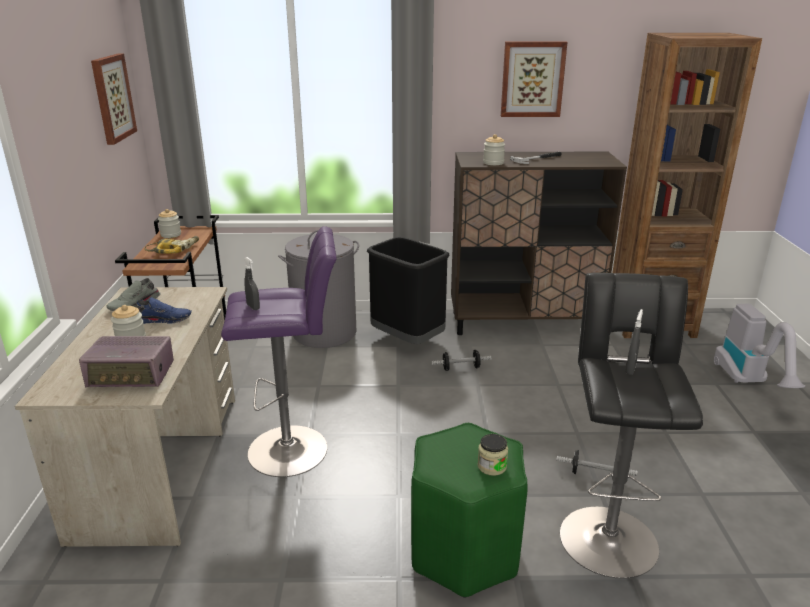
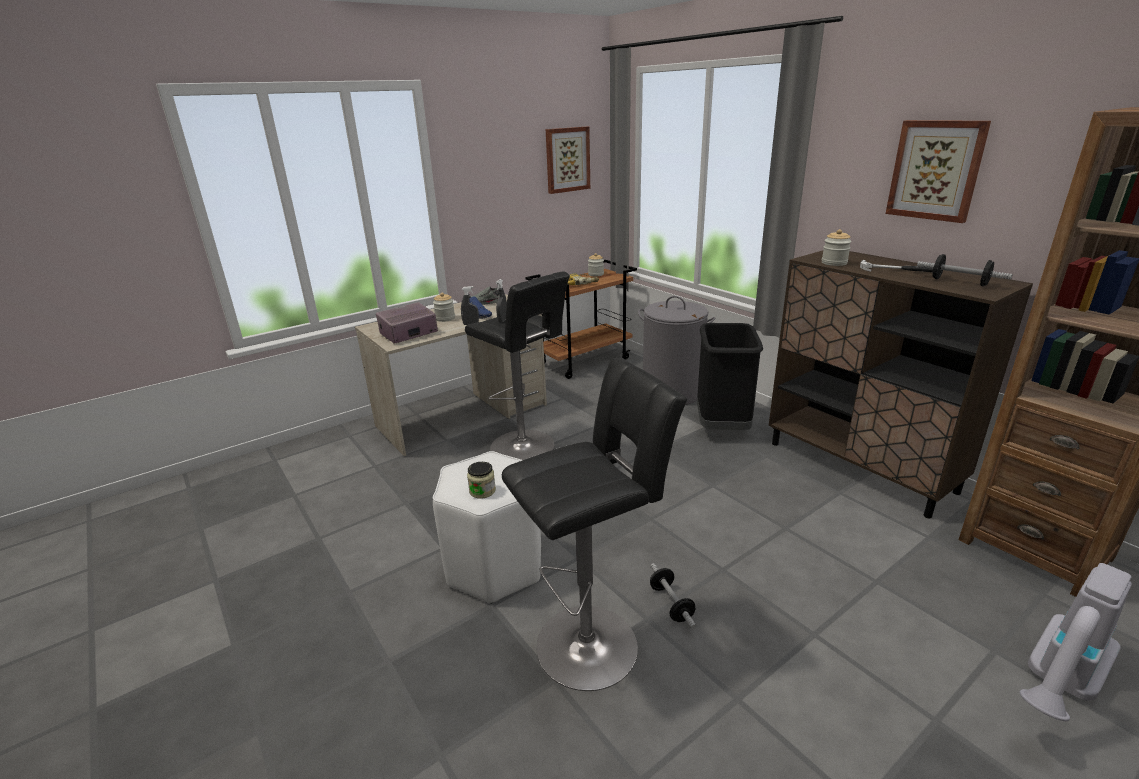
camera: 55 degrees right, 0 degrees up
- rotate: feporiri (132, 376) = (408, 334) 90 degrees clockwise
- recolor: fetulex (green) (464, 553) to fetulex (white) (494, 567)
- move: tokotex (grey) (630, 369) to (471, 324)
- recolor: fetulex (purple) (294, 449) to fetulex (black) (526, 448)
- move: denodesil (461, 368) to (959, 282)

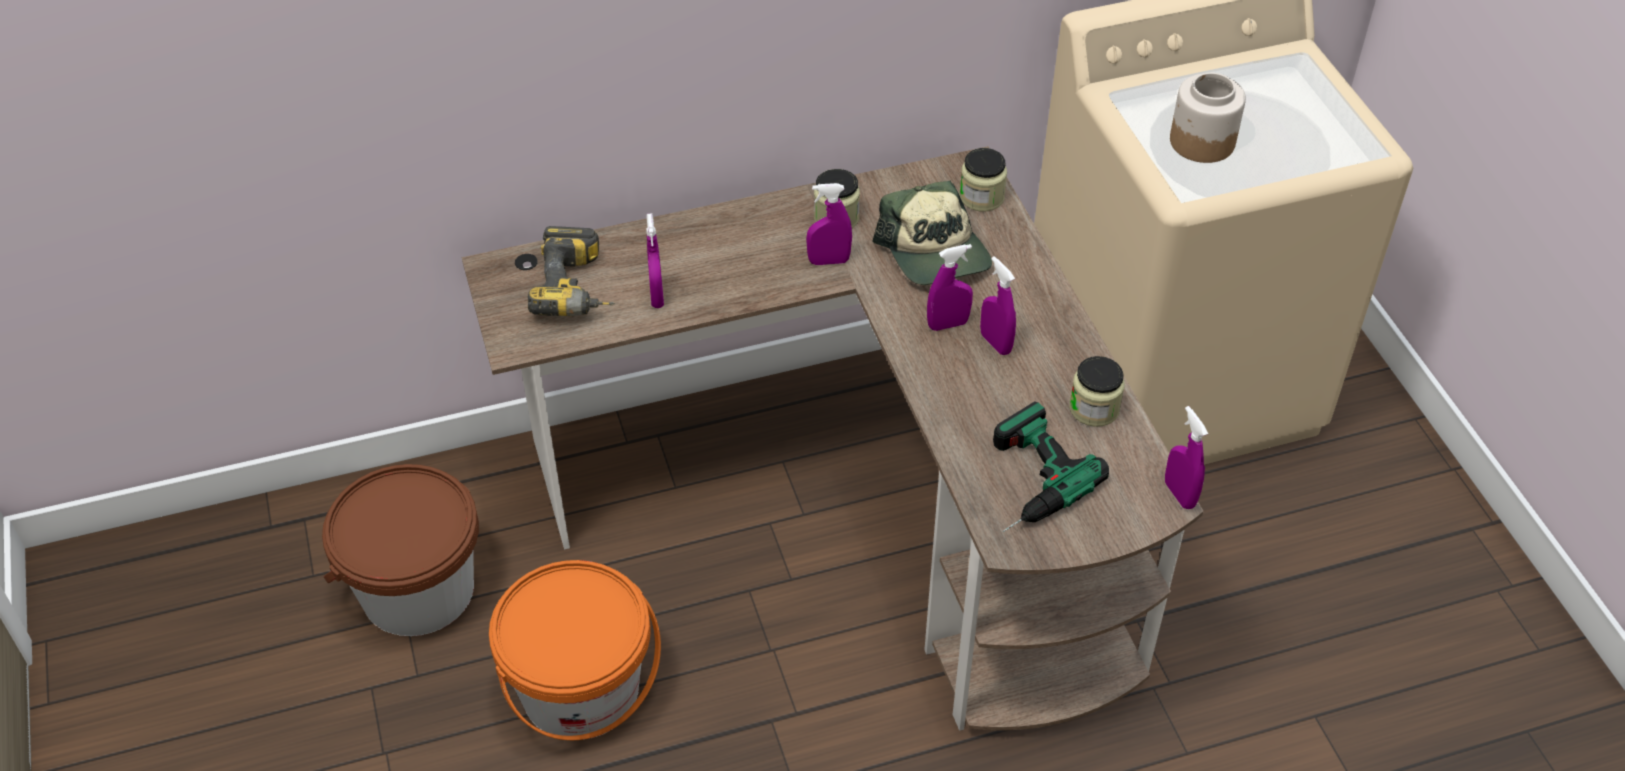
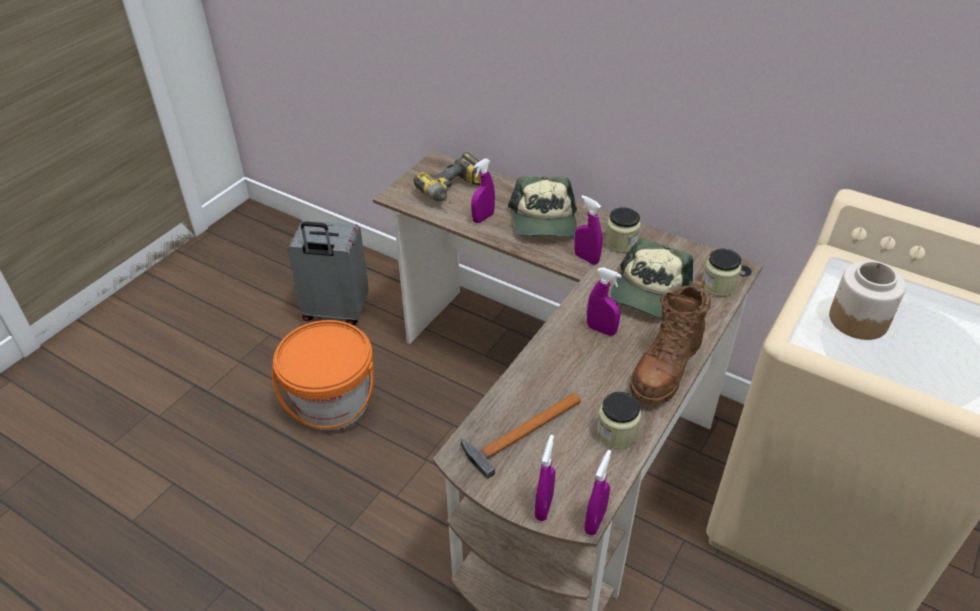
camera: 50 degrees right, 5 degrees down
- replace: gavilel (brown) (417, 590) to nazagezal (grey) (335, 312)
- replace: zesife (1024, 480) to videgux (519, 434)
- insert: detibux (544, 221)
- move: tokotex (purple) (995, 343) to (544, 507)
- insert: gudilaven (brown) (666, 367)

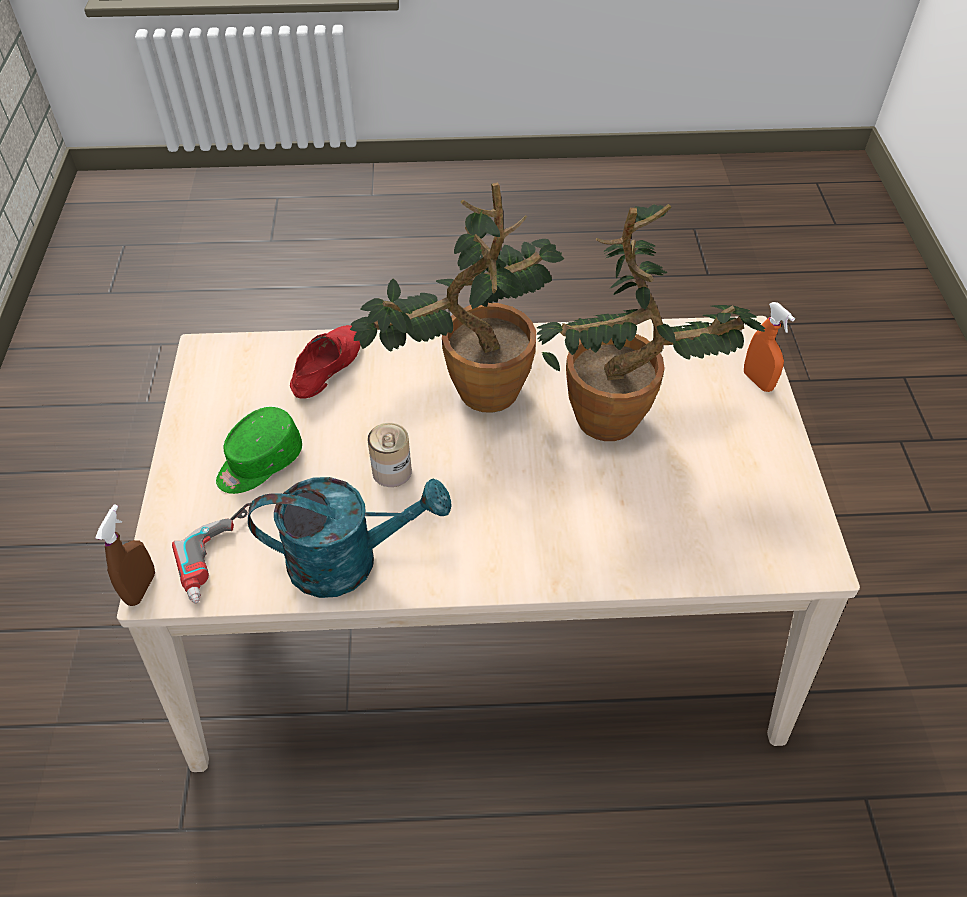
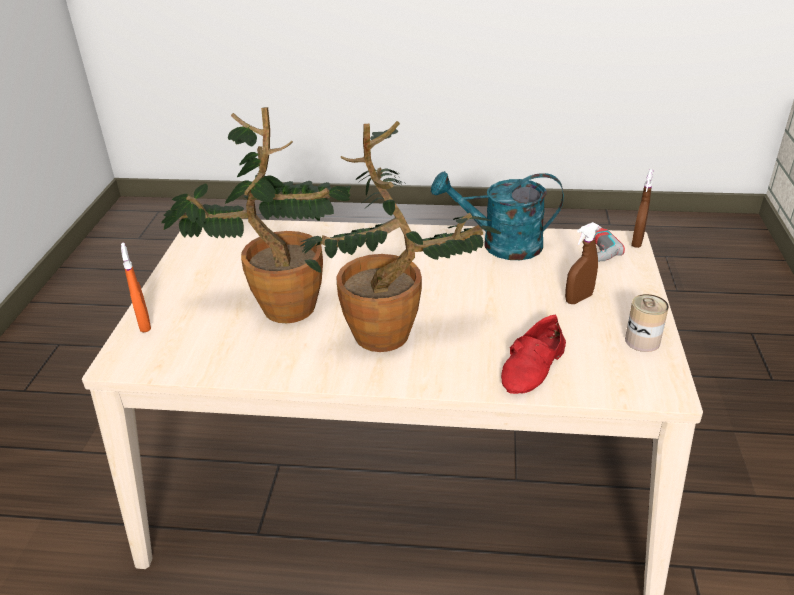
camera: 170 degrees left, 15 degrees down
- replace: detibux (green) (259, 462) to tokotex (brown) (578, 299)
- move: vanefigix (392, 471) to (642, 341)

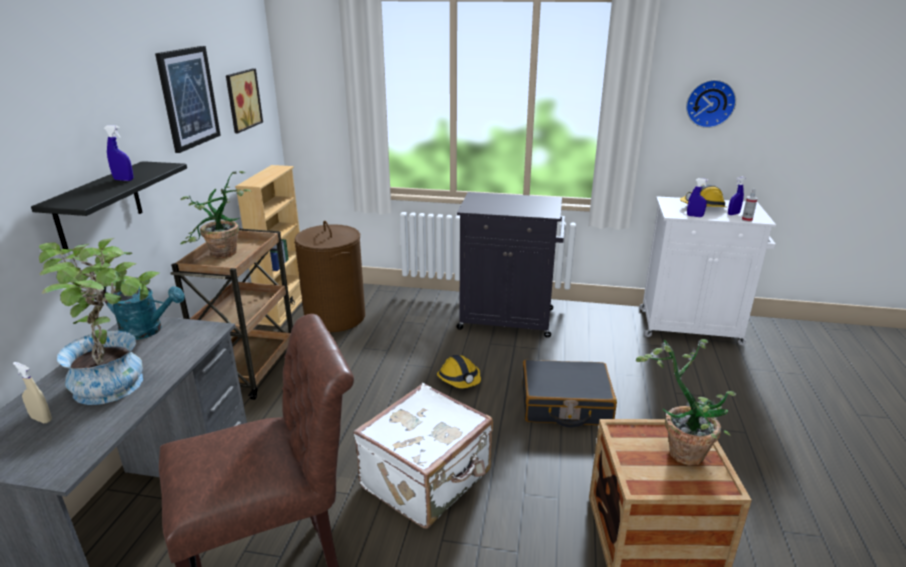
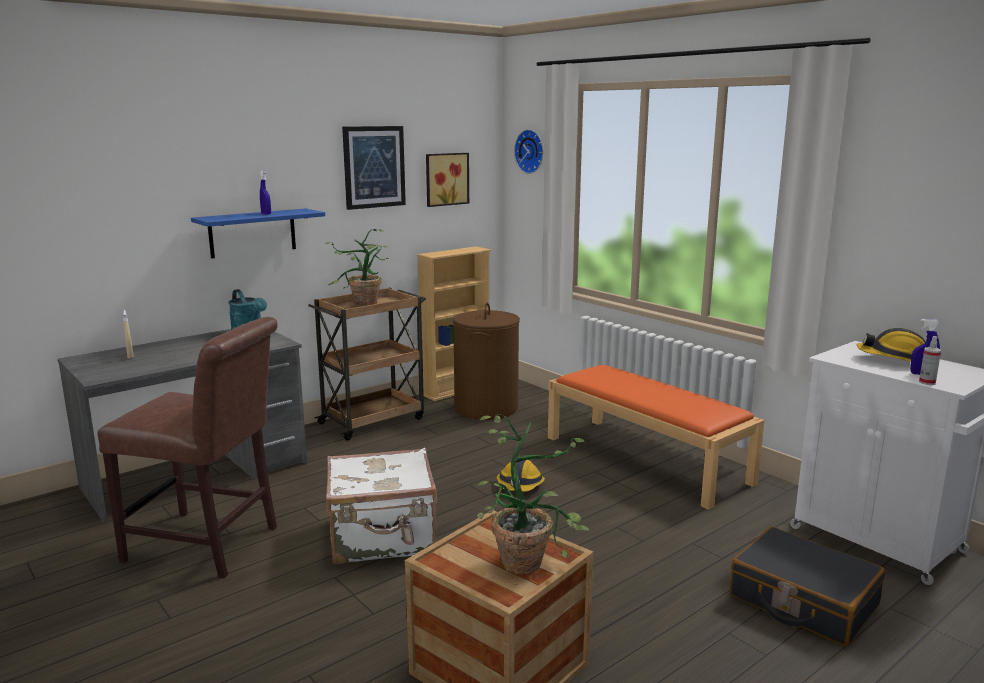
camera: 40 degrees right, 10 degrees down
- recolor: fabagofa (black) (99, 206) to fabagofa (blue) (252, 233)
- move: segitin (710, 103) to (531, 151)
- replace: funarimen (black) (508, 319) to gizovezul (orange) (647, 459)
- move: nazagezal (black) (565, 404) to (802, 601)
- delete: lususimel (120, 382)
- delete: tokotex (blue) (694, 216)

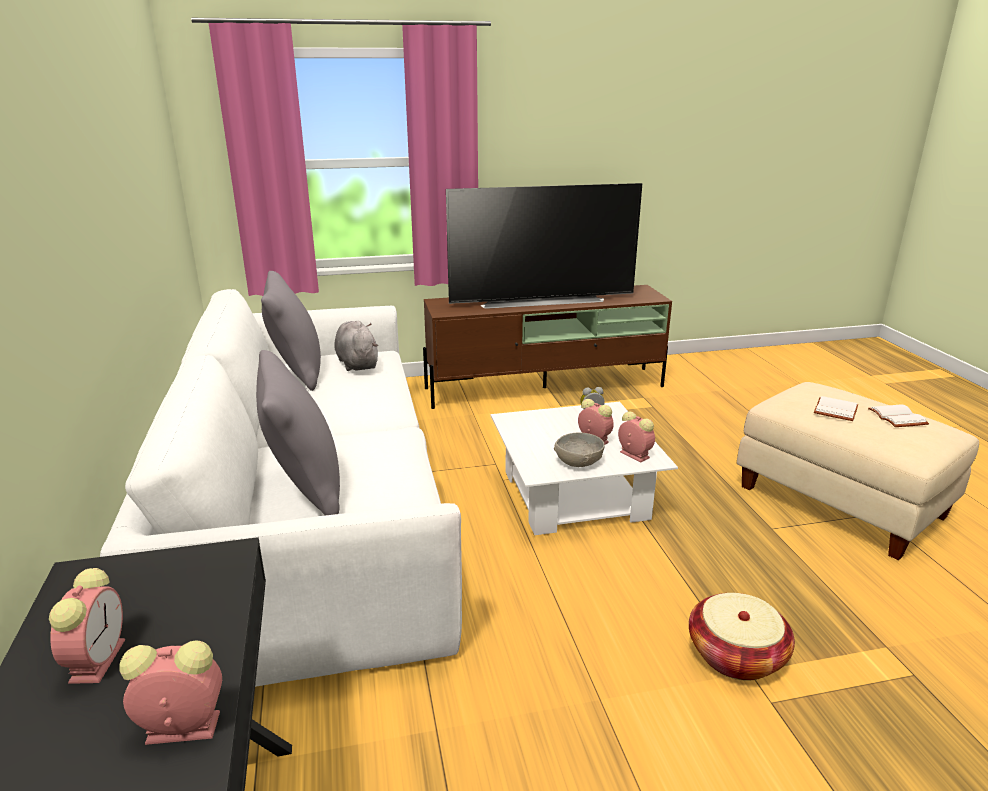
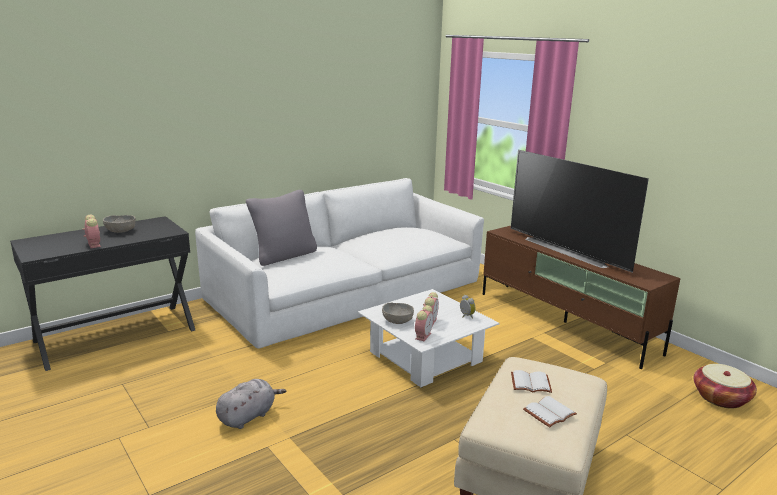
camera: 65 degrees right, 5 degrees down
- replace: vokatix (98, 658) to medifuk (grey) (121, 231)
- move: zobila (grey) (357, 363) to (248, 416)
- move: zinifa (735, 655) to (720, 398)
- delete: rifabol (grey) (297, 373)

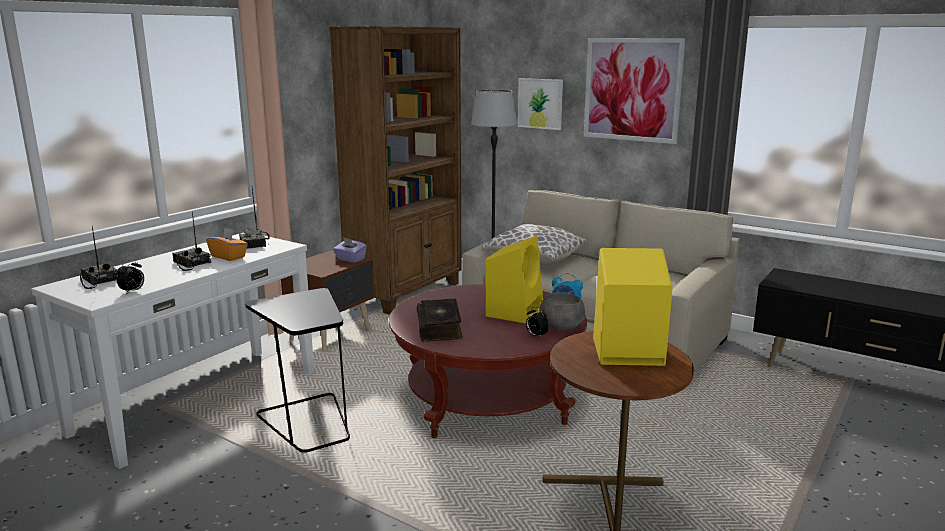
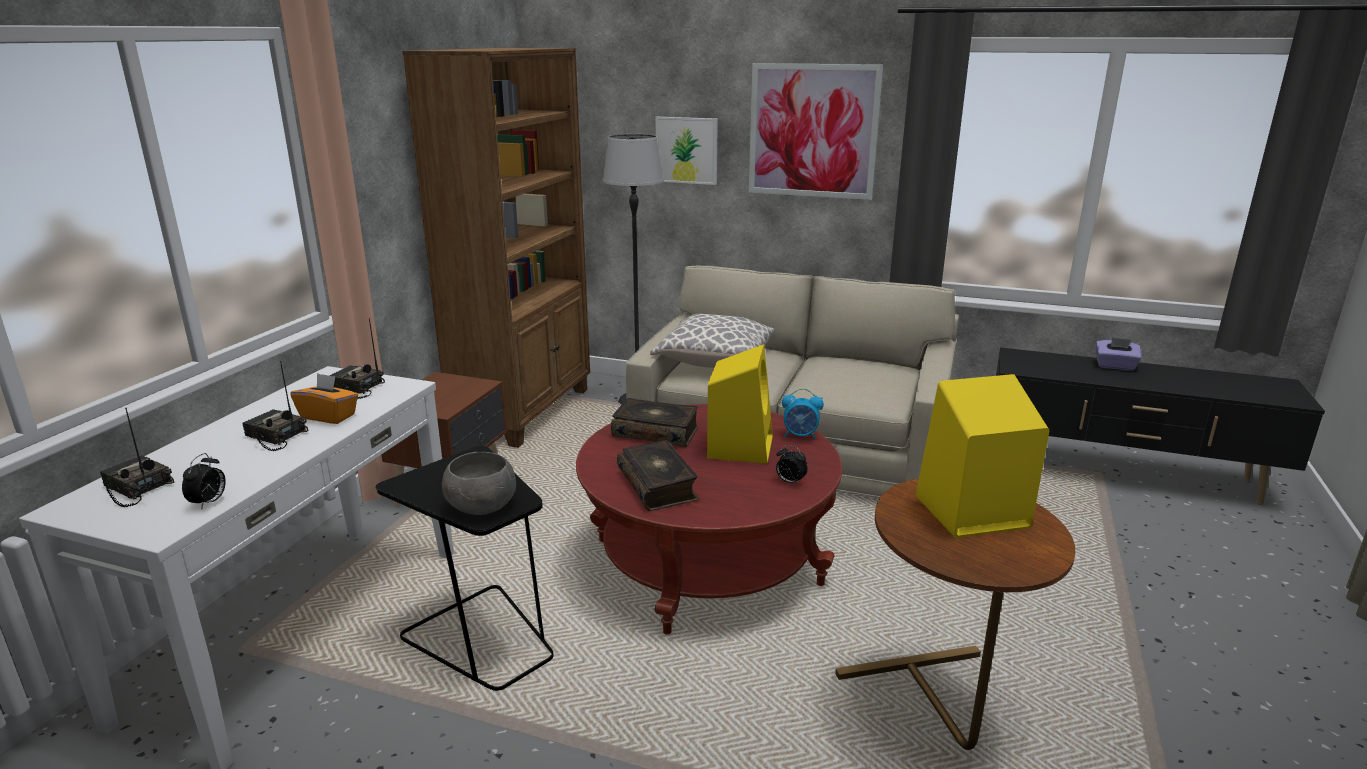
camera: 15 degrees left, 5 degrees up
- rotate: feporiri (255, 244) = (356, 388) 150 degrees clockwise
- move: medifuk (grey) (562, 326) to (482, 505)
- insert: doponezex (656, 432)
- move: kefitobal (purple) (350, 259) to (1115, 366)

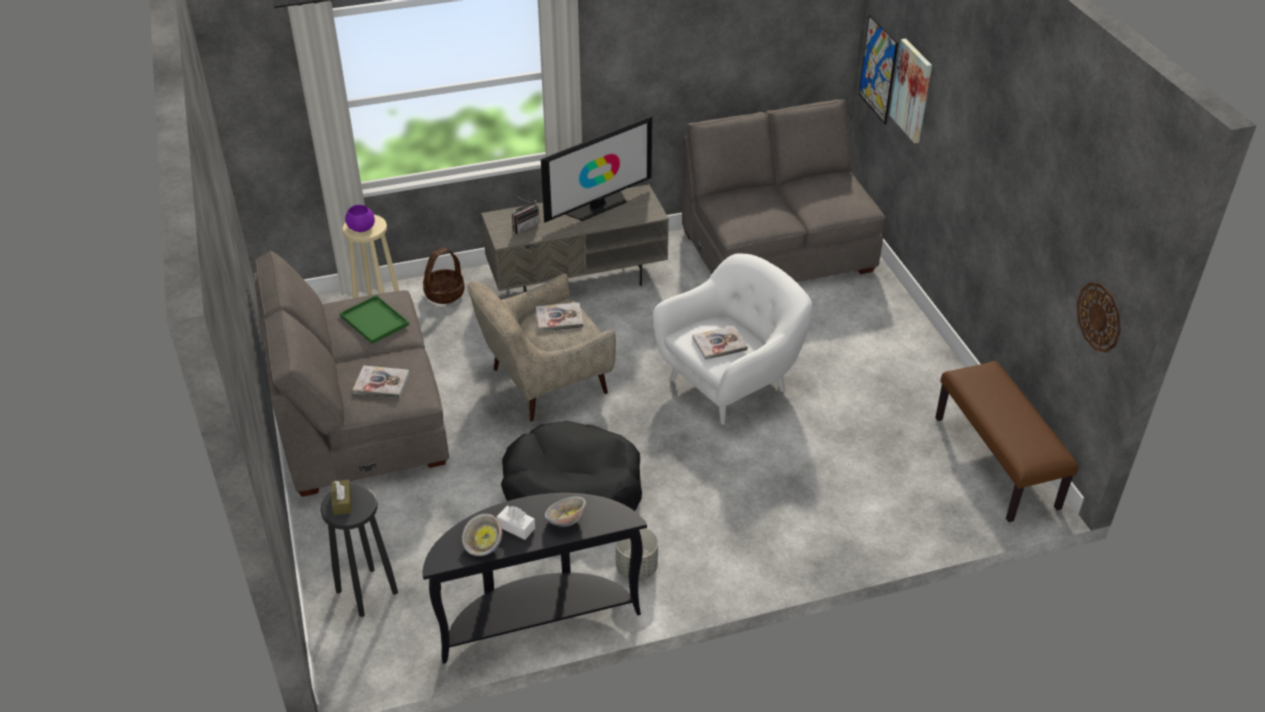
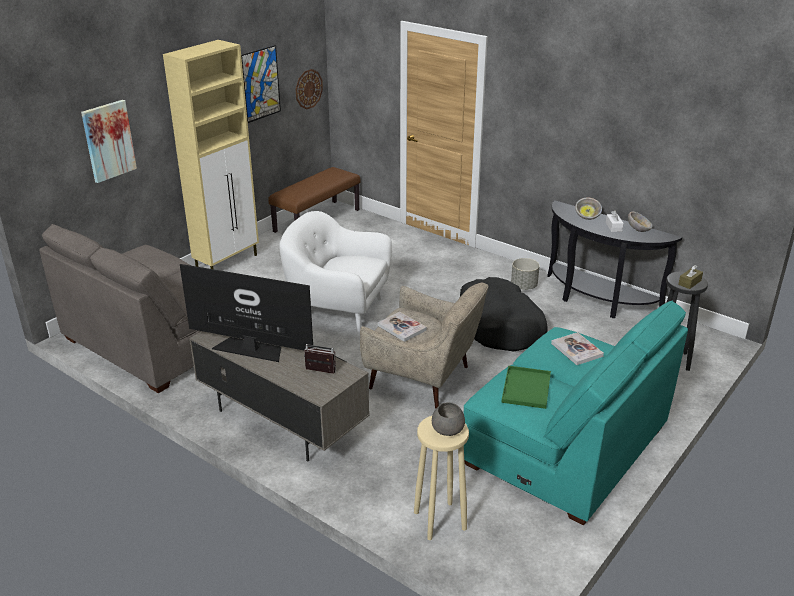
camera: 125 degrees left, 10 degrees down
- insert: funarimen (beige) (228, 262)
- move: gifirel (878, 69) to (260, 84)
- recolor: medifuk (purple) (362, 227) to medifuk (grey) (447, 429)
- recolor: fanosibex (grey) (361, 418) to fanosibex (turquoise) (565, 446)
- delete: zinifa (444, 293)
- delete: doponezex (719, 344)

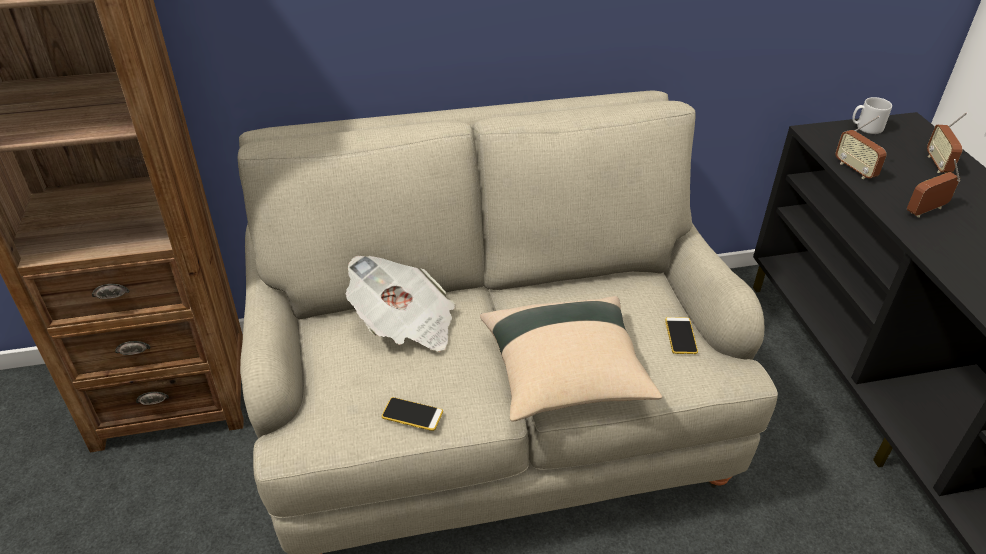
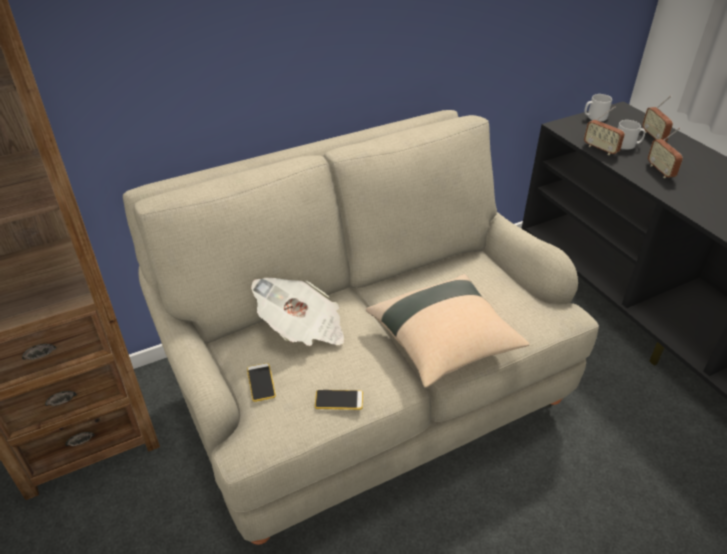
camera: 15 degrees left, 0 degrees up
- move: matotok (681, 336) to (261, 382)
- insert: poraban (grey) (627, 145)
- rotate: feporiri (926, 210) = (660, 171) 60 degrees counterclockwise

